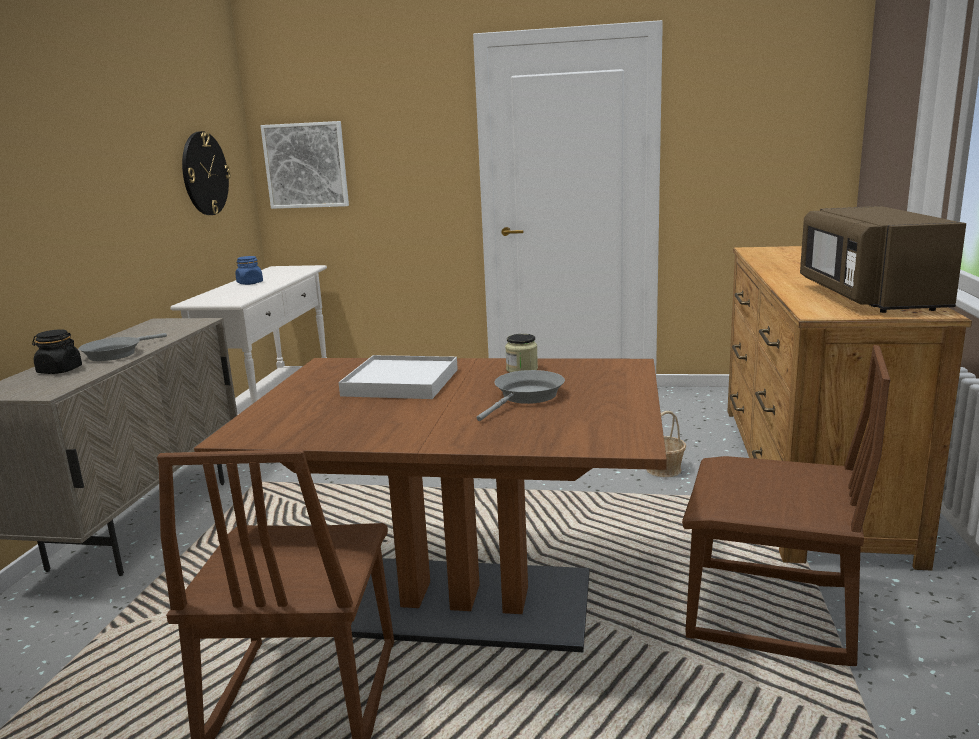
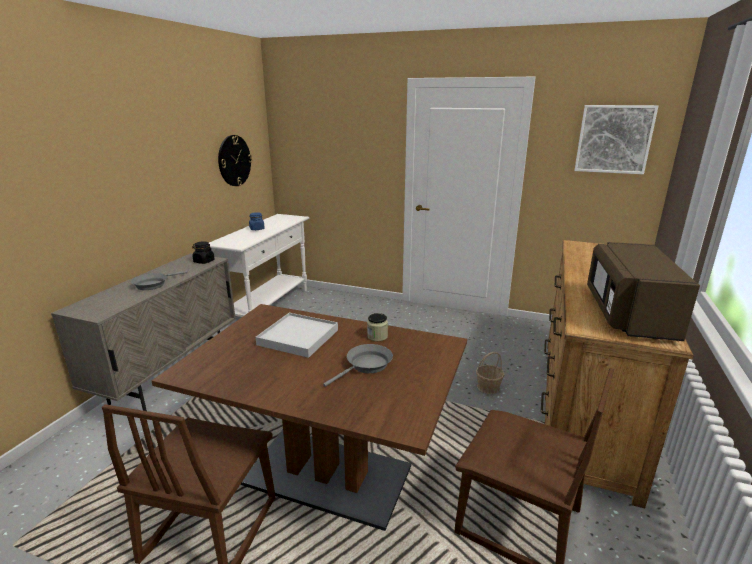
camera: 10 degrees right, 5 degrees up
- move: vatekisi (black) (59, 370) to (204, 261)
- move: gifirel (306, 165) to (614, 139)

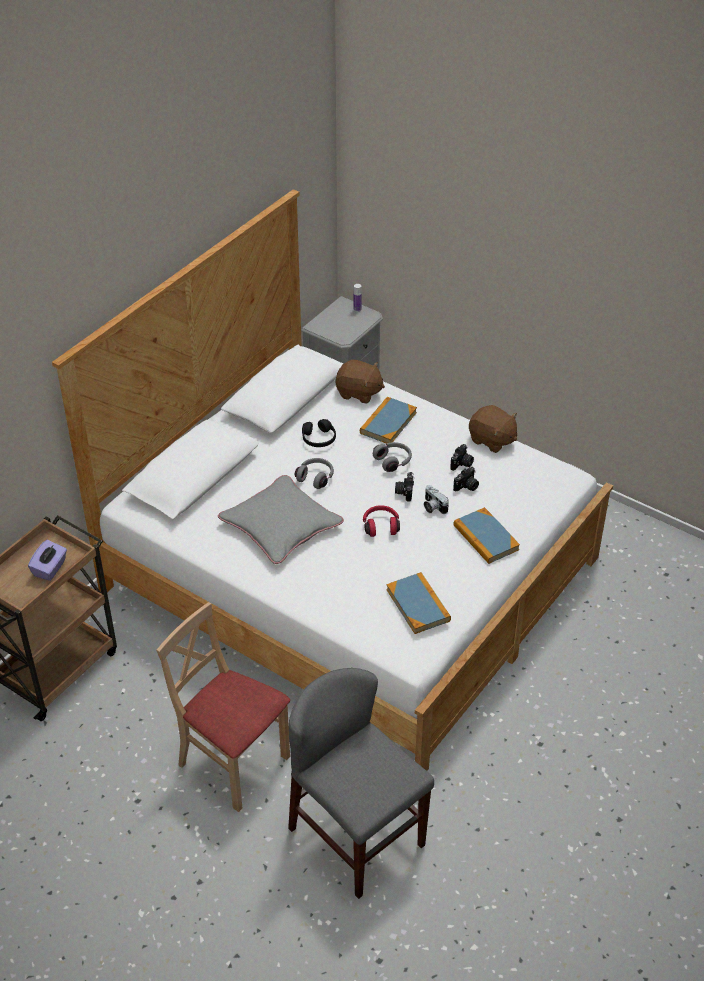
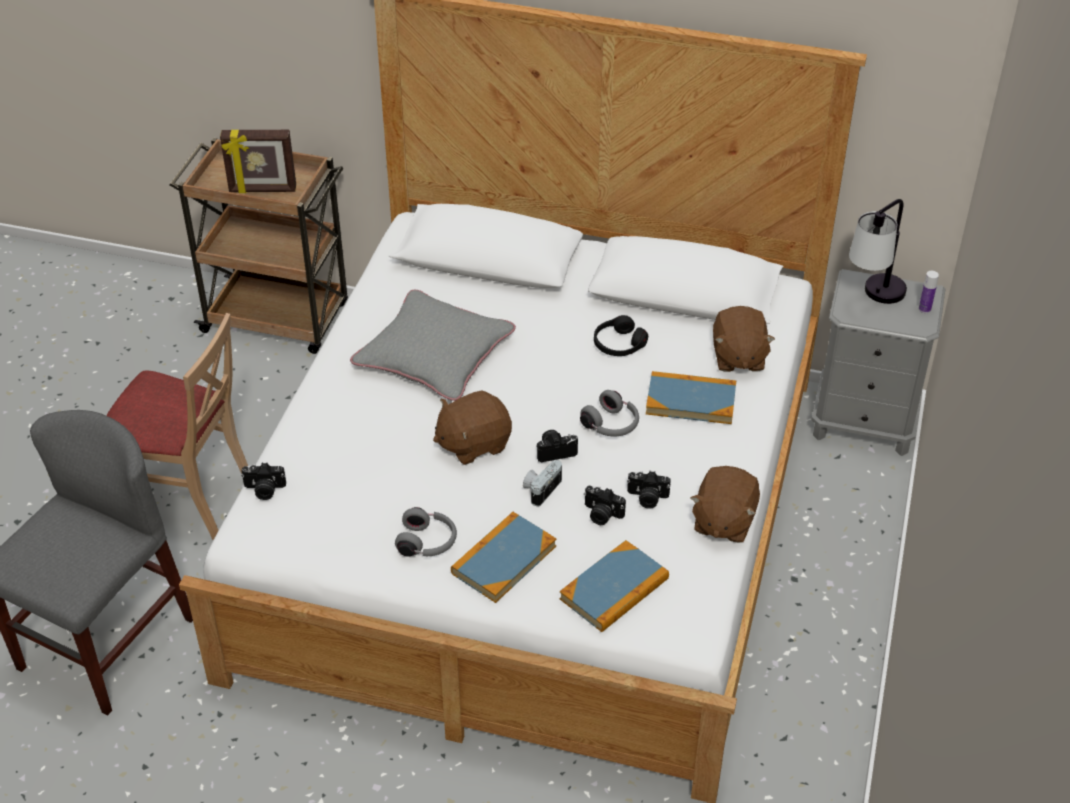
camera: 70 degrees right, 0 degrees up
- rotate: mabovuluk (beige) (233, 762) = (188, 499) 90 degrees clockwise
- replace: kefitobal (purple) (50, 569) to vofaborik (262, 190)
- insert: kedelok (264, 490)
- move: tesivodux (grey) (316, 477) to (428, 542)
- replace: tesivodux (red) (381, 526) to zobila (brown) (473, 443)
- move: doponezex (418, 605) to (614, 589)
- insert: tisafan (873, 300)

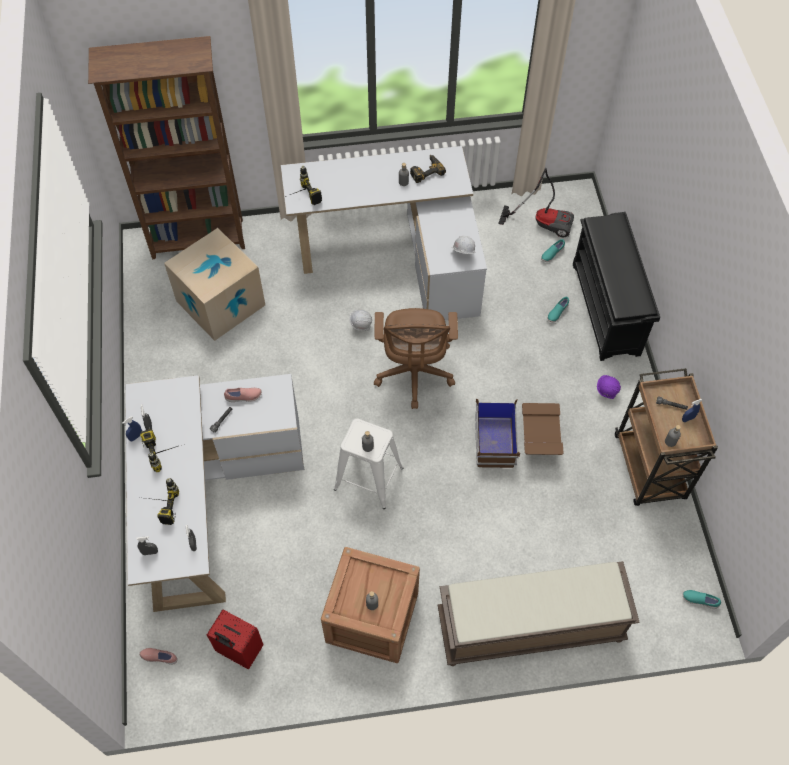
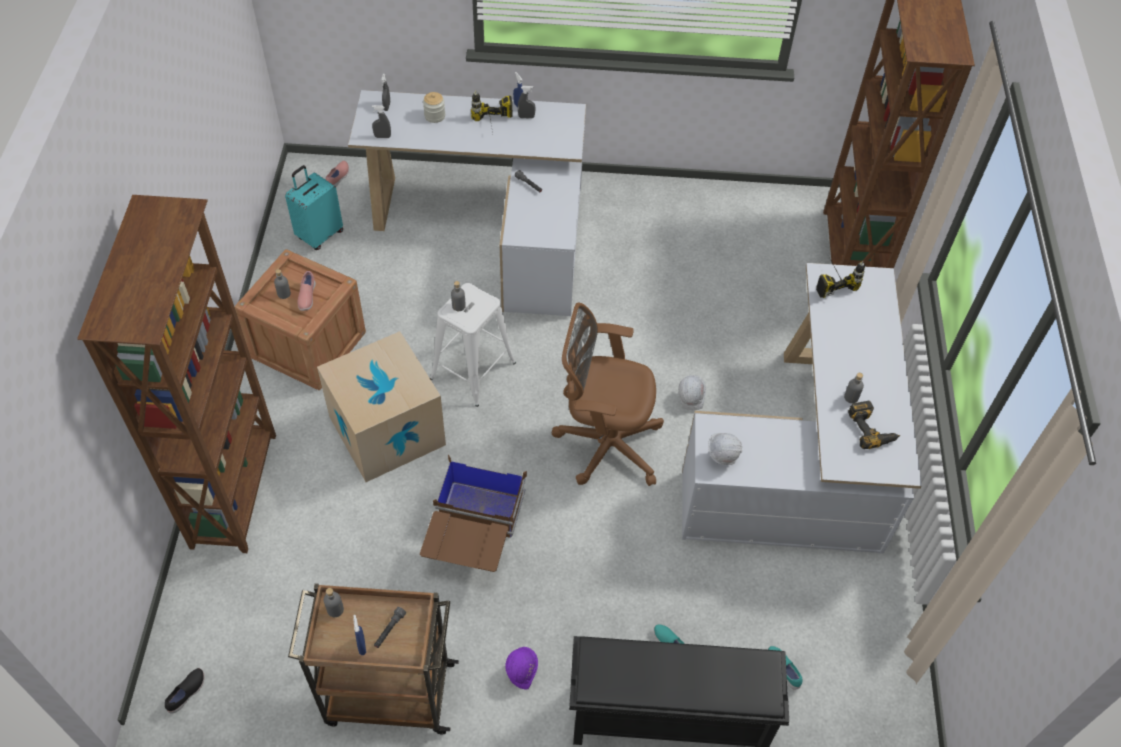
camera: 100 degrees right, 5 degrees down
- replace: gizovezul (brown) (529, 627) to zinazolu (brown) (236, 489)
- recolor: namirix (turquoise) (699, 600) to namirix (black) (187, 693)
- recolor: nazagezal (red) (239, 651) to nazagezal (turquoise) (319, 235)
- move: namirix (pink) (244, 397) to (307, 297)
- move: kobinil (220, 303) to (387, 431)
- replace: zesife (158, 505) to vatekisi (434, 116)
- delete: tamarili (543, 222)

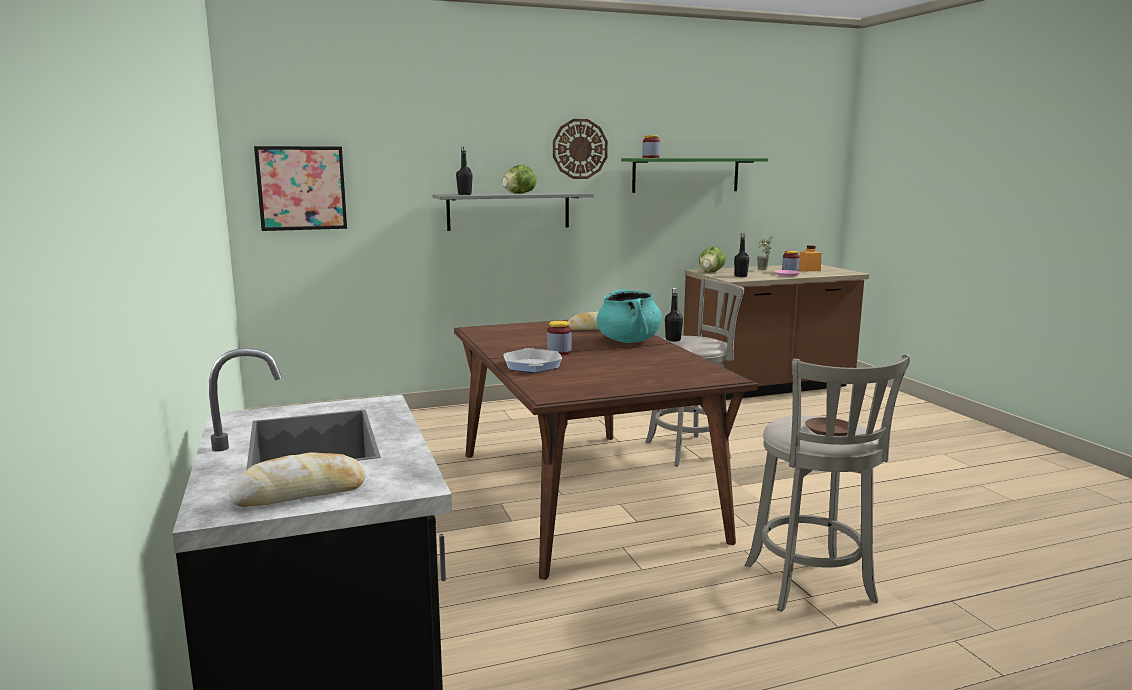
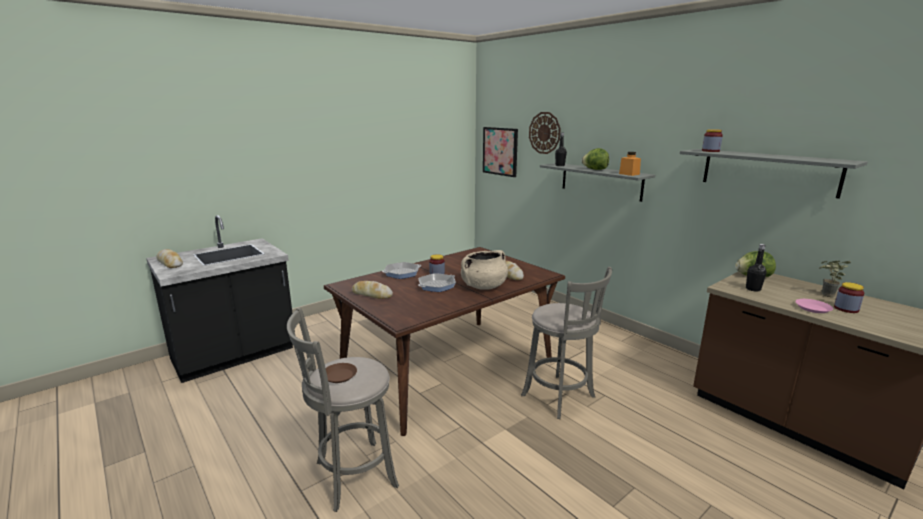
camera: 70 degrees right, 5 degrees up
- insert: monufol (372, 294)
- insert: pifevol (437, 285)
- recolor: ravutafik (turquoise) (629, 341) to ravutafik (beige) (483, 286)
- move: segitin (579, 149) to (544, 133)
- move: vatekisi (orange) (809, 270) to (629, 174)
- recolor: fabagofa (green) (686, 175) to fabagofa (grey) (768, 172)
- delete: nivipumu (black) (673, 340)

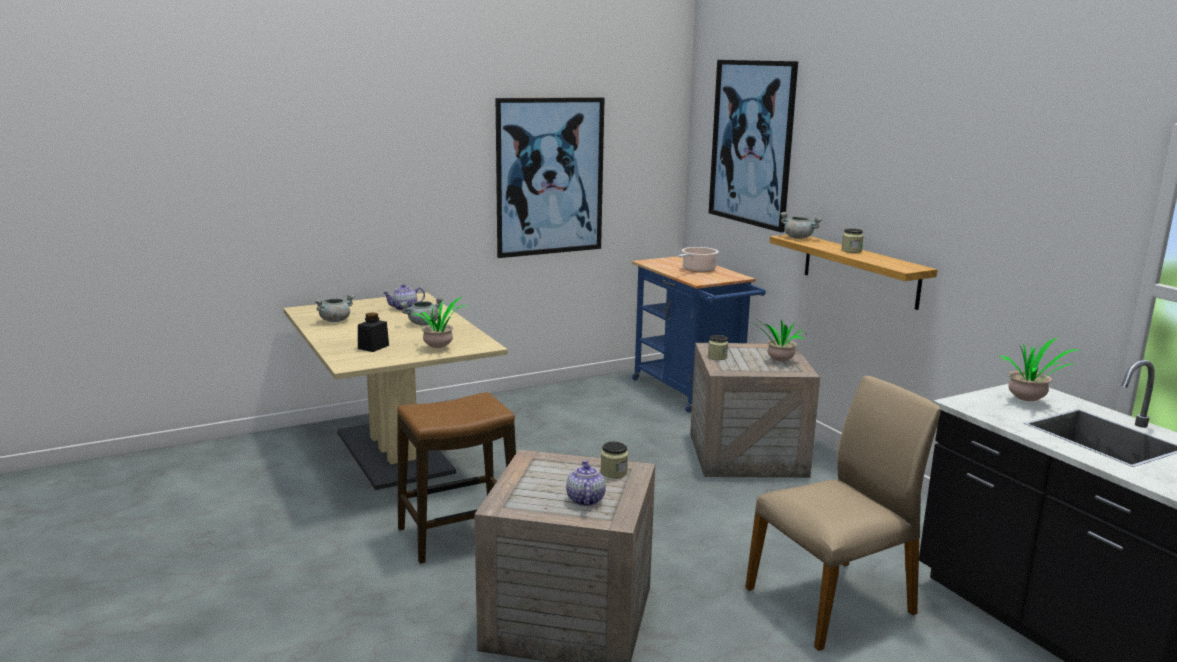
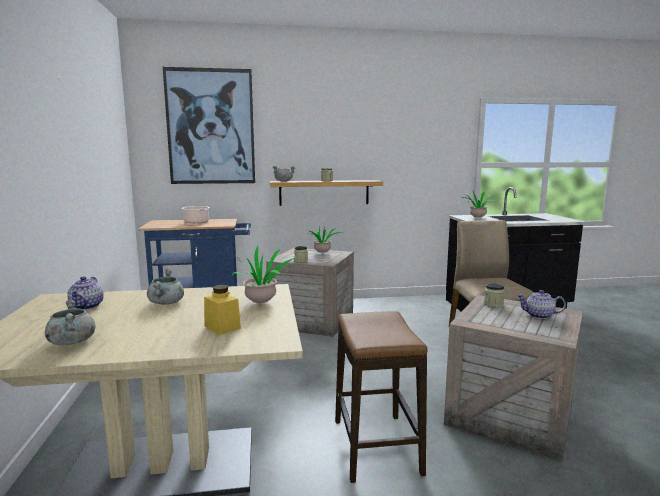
camera: 70 degrees left, 5 degrees down
- recolor: vatekisi (black) (373, 347) to vatekisi (yellow) (222, 327)
- delete: gifirel (550, 177)

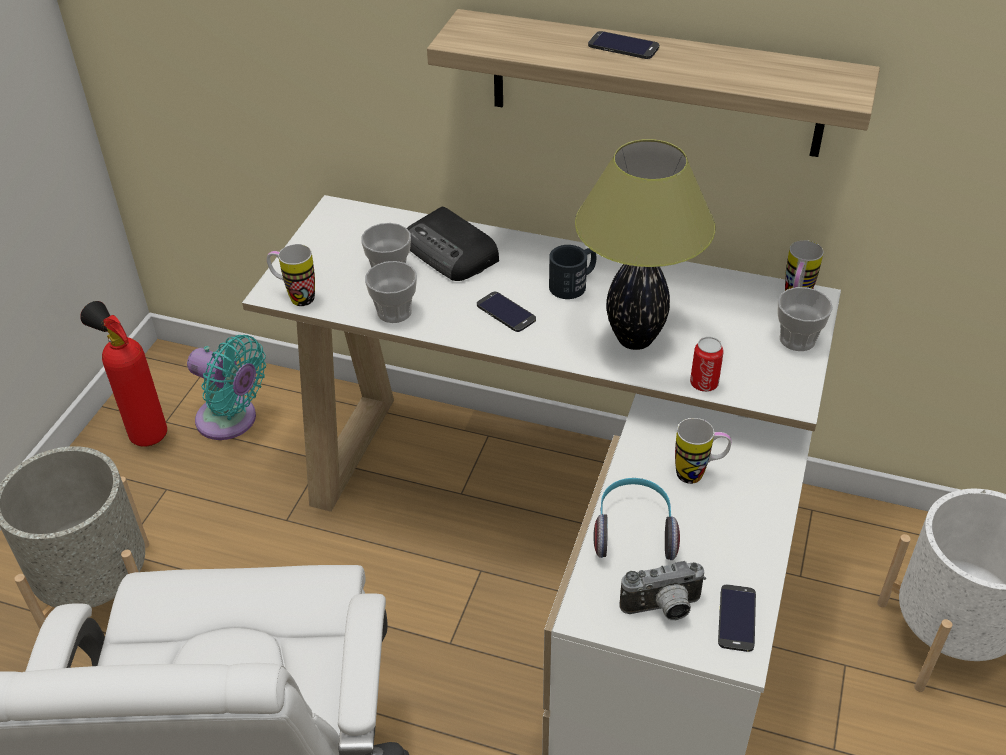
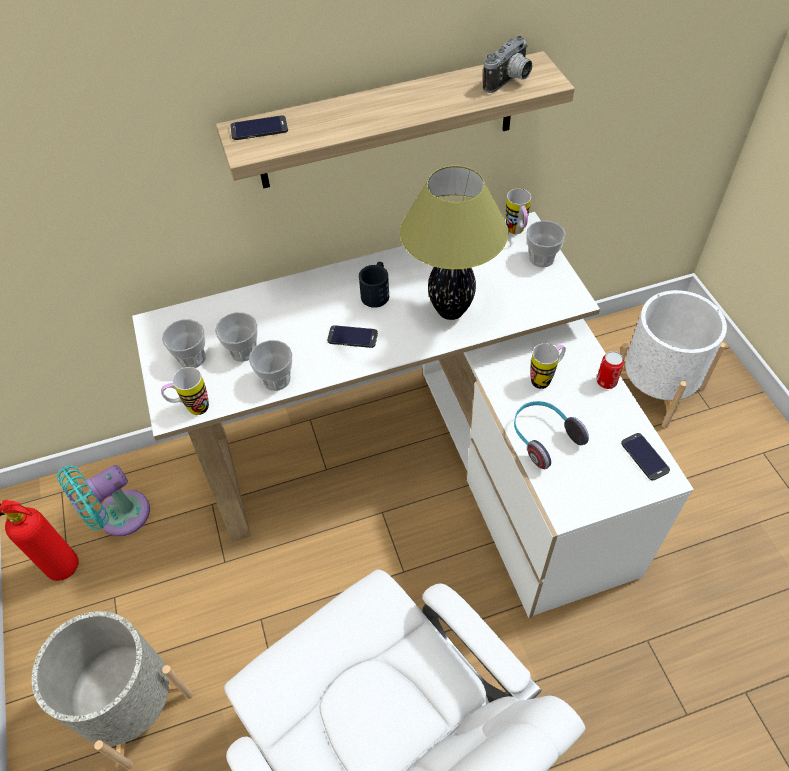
camera: 35 degrees left, 10 degrees up
- rotate: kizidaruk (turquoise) (231, 421) = (118, 516) 150 degrees clockwise
- insert: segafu (192, 358)
- move: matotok (623, 46) to (259, 128)
- move: kedelok (663, 609) to (510, 82)
- move: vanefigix (704, 383) to (606, 381)
- delete: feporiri (451, 252)

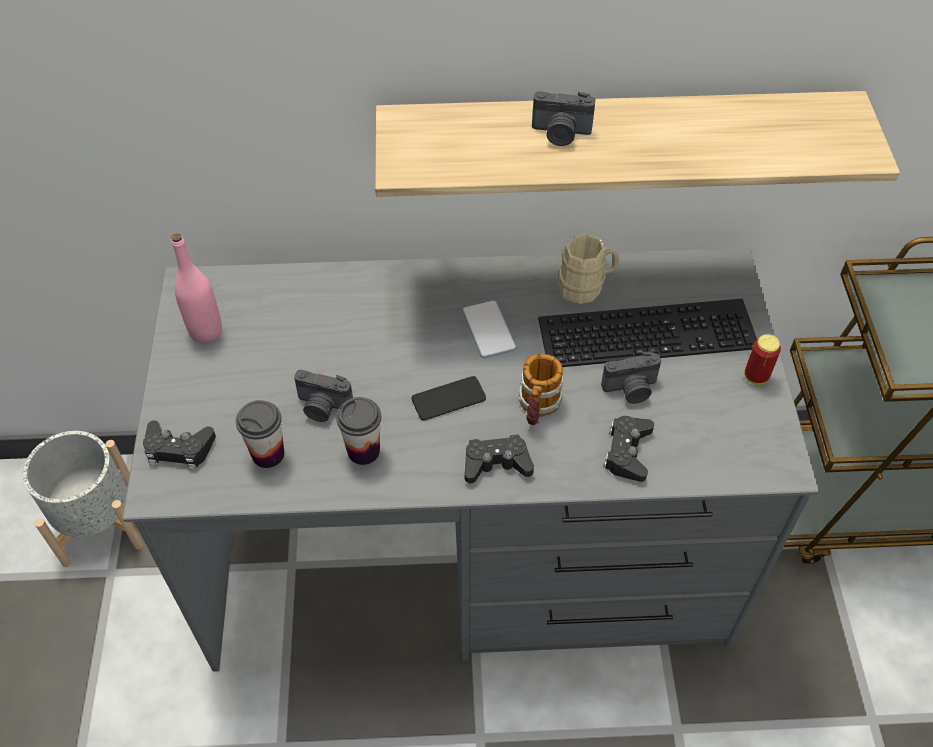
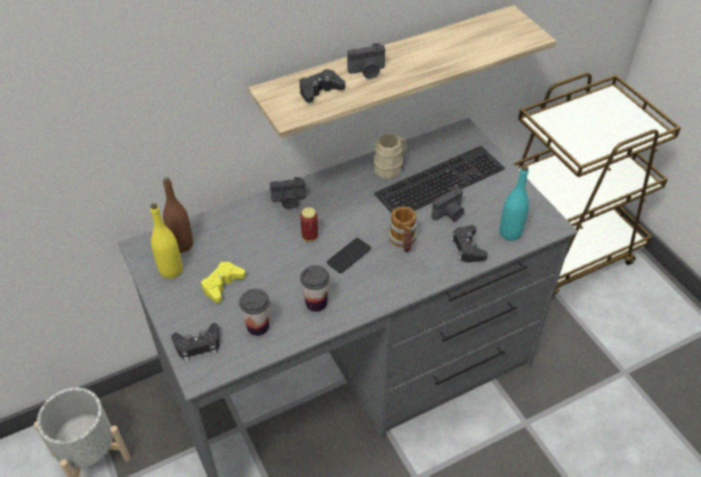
camera: 25 degrees left, 5 degrees down
- recolor: nivipumu (pink) (206, 331) to nivipumu (yellow) (171, 270)
- insert: nivipumu (brown) (182, 245)
- insert: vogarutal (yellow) (222, 284)
- move: kedelok (323, 407) to (289, 201)
- move: vogarutal (black) (496, 463) to (320, 90)
- move: vanefigix (756, 376) to (310, 236)
- insert: nivipumu (turquoise) (510, 233)
- delete: matotok (488, 330)

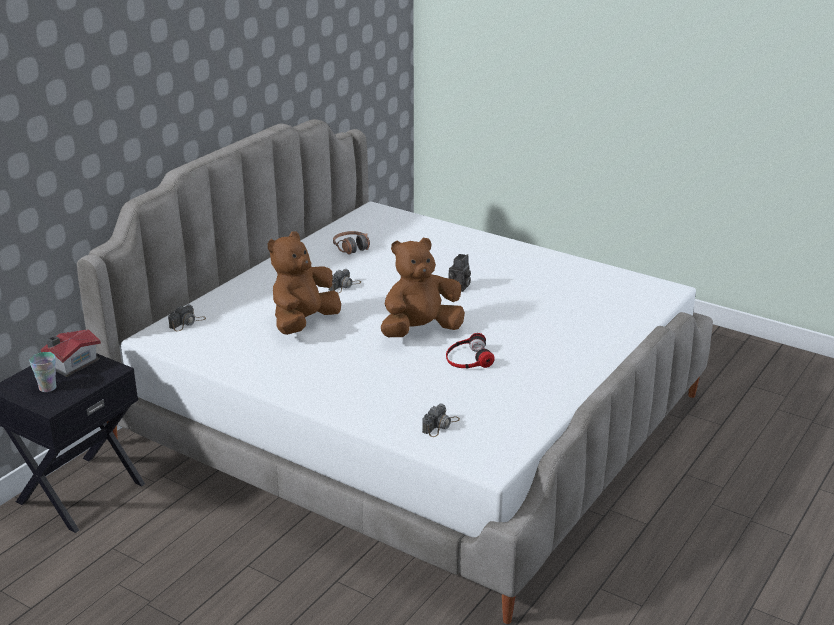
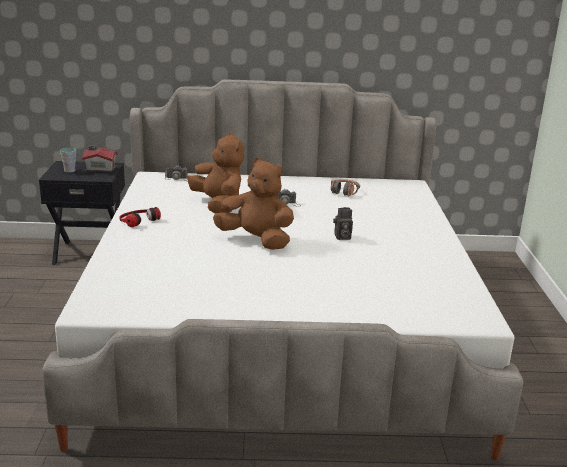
camera: 55 degrees right, 5 degrees down
- move: tesivodux (468, 358) to (138, 220)
- rotate: zobila (brown) (303, 323) = (218, 205) 60 degrees clockwise
- delete: kedelok (440, 425)

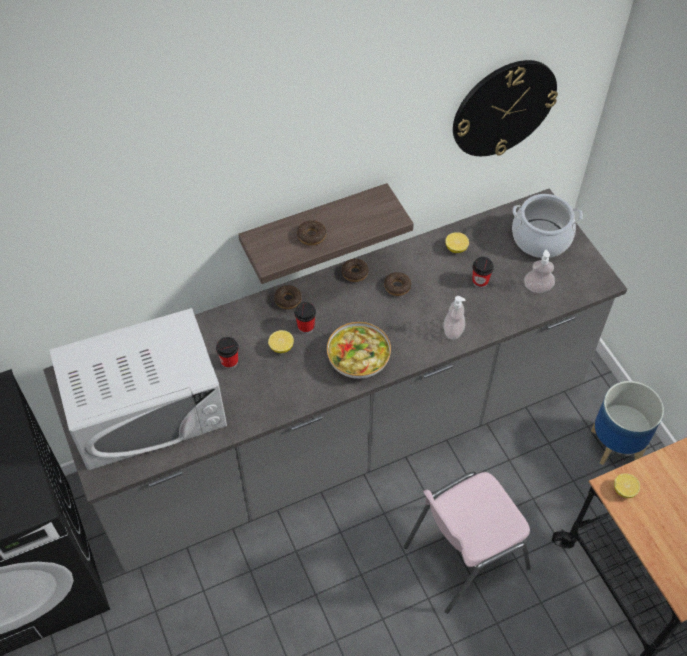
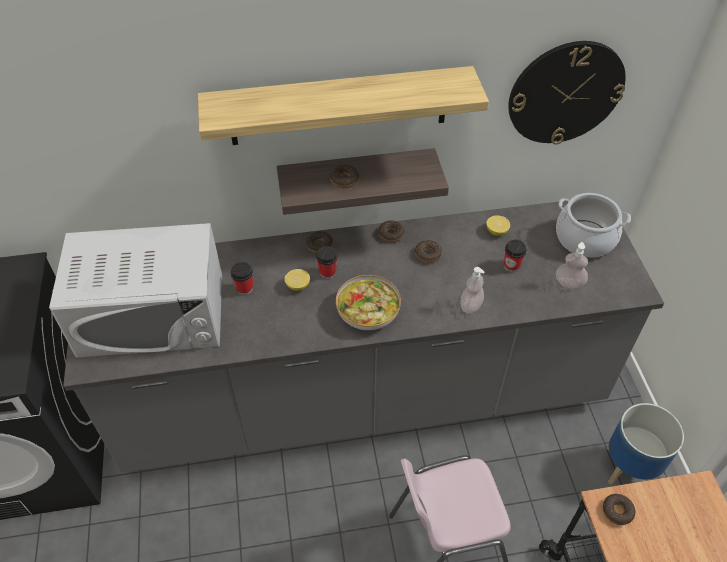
camera: 15 degrees right, 5 degrees down
- insert: fabagofa (338, 106)
- replace: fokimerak (624, 490) to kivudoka (617, 511)

